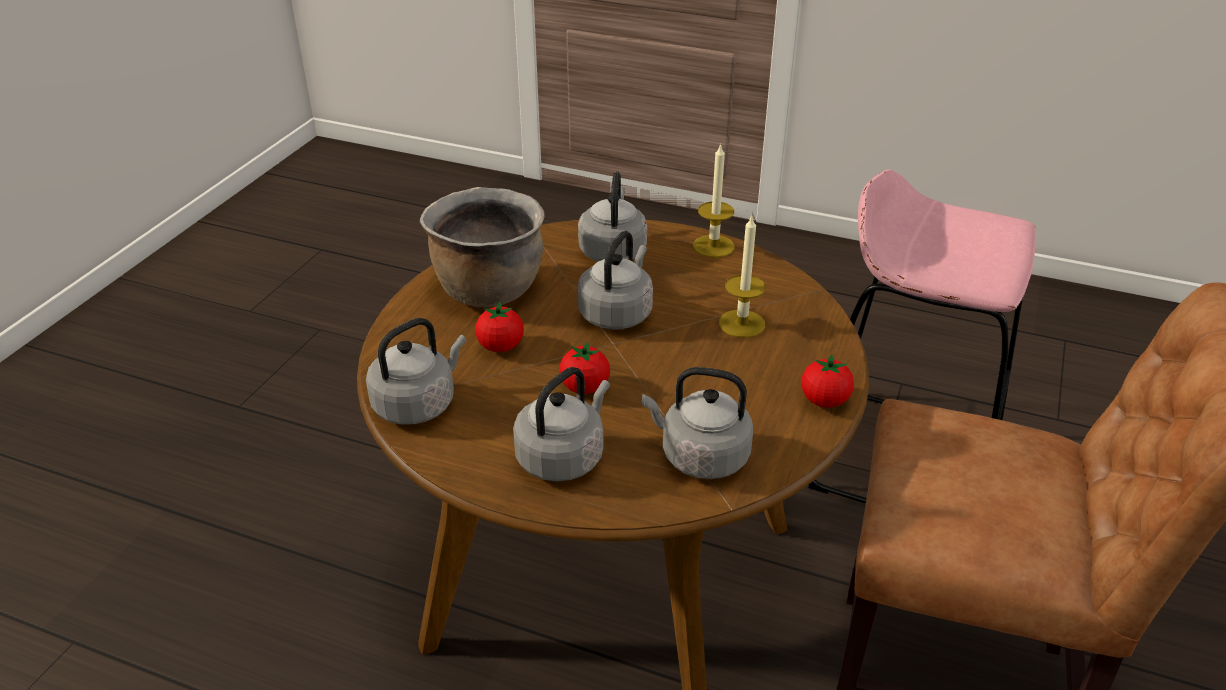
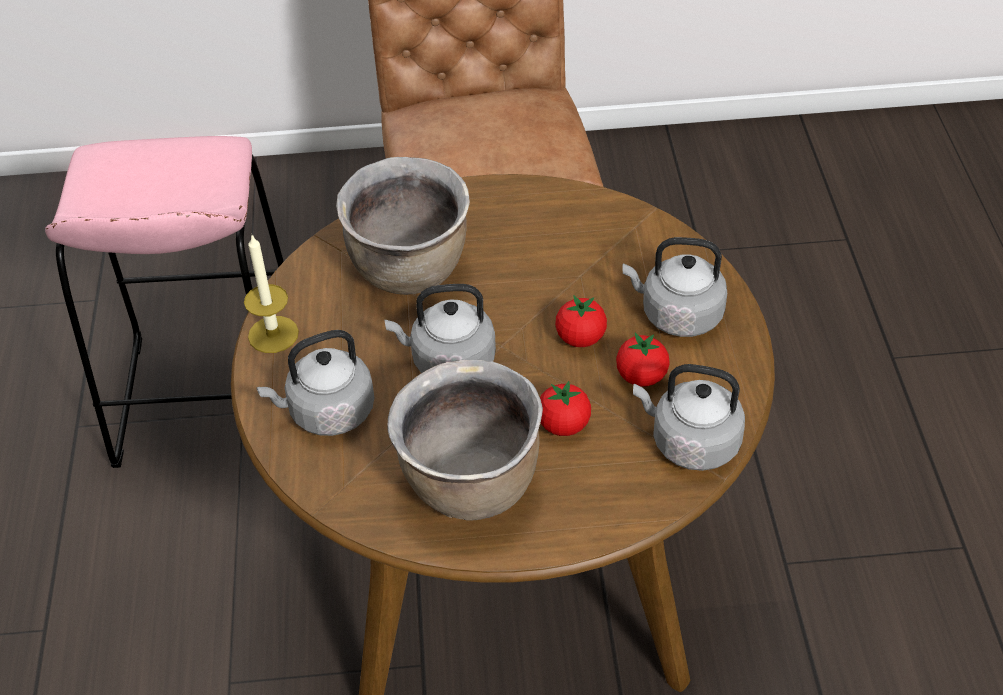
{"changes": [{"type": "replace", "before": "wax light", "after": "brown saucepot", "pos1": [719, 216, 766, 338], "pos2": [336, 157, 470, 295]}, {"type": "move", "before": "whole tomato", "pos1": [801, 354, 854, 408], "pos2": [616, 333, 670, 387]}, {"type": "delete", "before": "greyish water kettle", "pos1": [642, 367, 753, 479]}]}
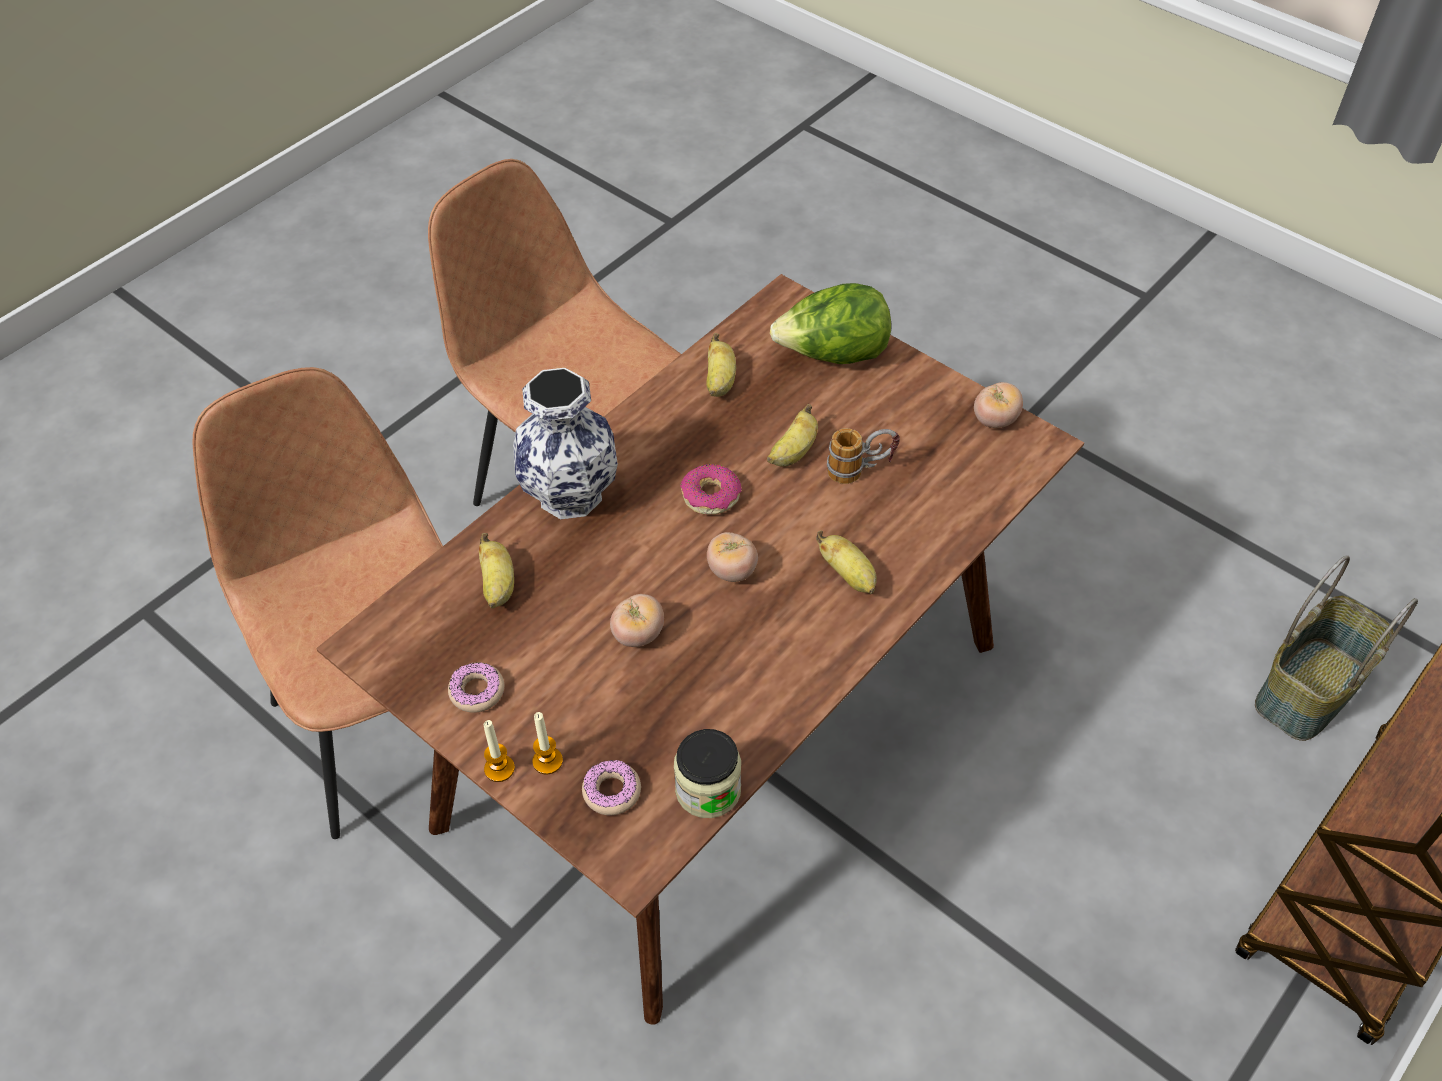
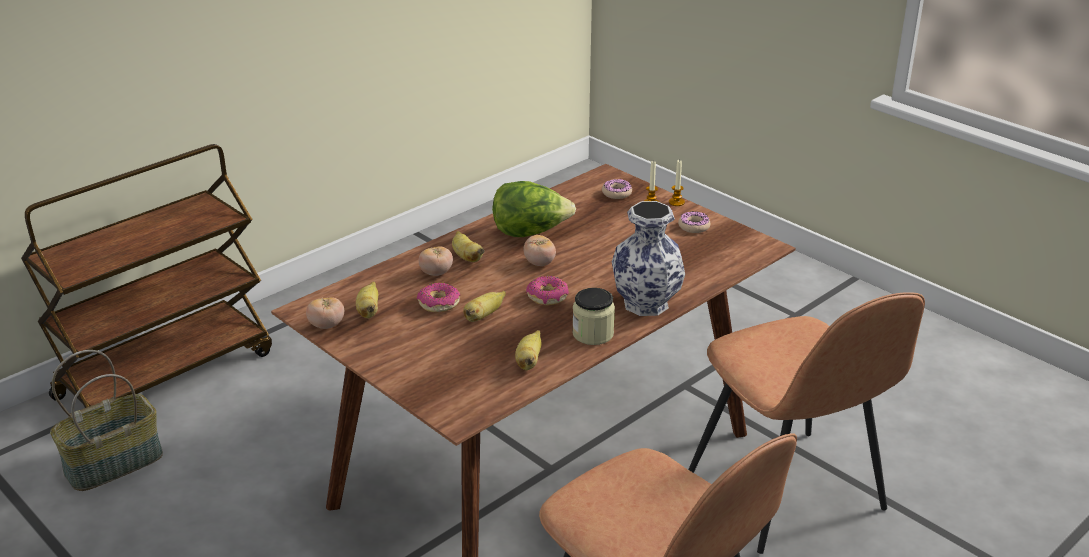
{"changes": [{"type": "move", "before": "lettuce head", "pos1": [770, 283, 891, 364], "pos2": [492, 181, 576, 237]}, {"type": "replace", "before": "mug", "after": "doughnut", "pos1": [827, 428, 900, 484], "pos2": [417, 283, 460, 312]}, {"type": "move", "before": "whole banana", "pos1": [479, 533, 514, 608], "pos2": [356, 281, 378, 318]}, {"type": "move", "before": "whole tomato", "pos1": [610, 594, 664, 647], "pos2": [419, 246, 453, 276]}, {"type": "move", "before": "preserve jar", "pos1": [674, 729, 741, 818], "pos2": [572, 288, 615, 345]}]}
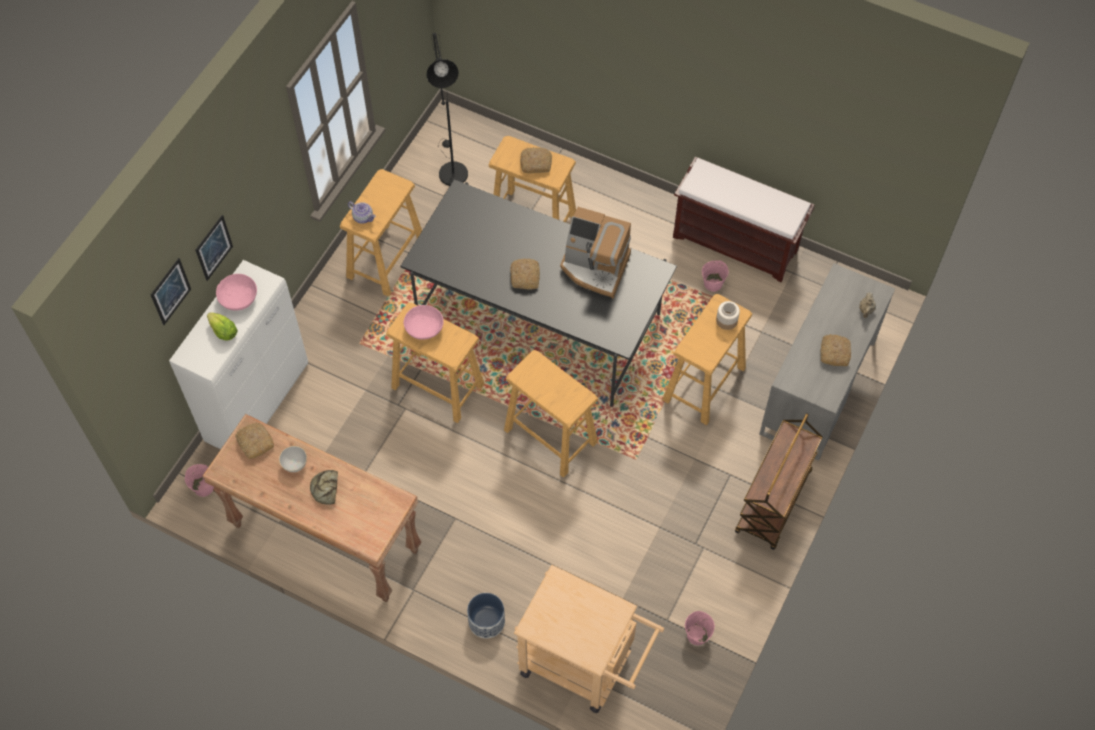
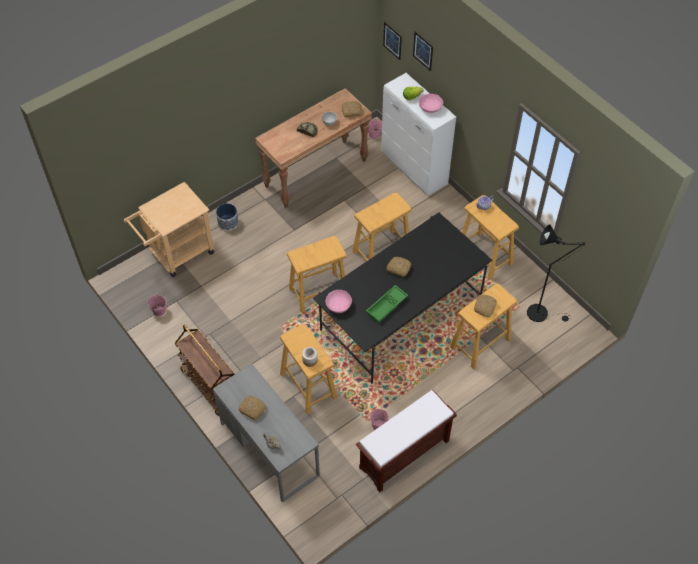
{"changes": [{"type": "replace", "before": "coffee maker", "after": "green-coloured carrying tray", "pos1": [560, 207, 631, 299], "pos2": [366, 285, 408, 323]}, {"type": "move", "before": "wall art", "pos1": [195, 215, 233, 281], "pos2": [383, 22, 402, 60]}, {"type": "move", "before": "pinkish deep dish", "pos1": [404, 305, 444, 340], "pos2": [326, 290, 352, 313]}]}
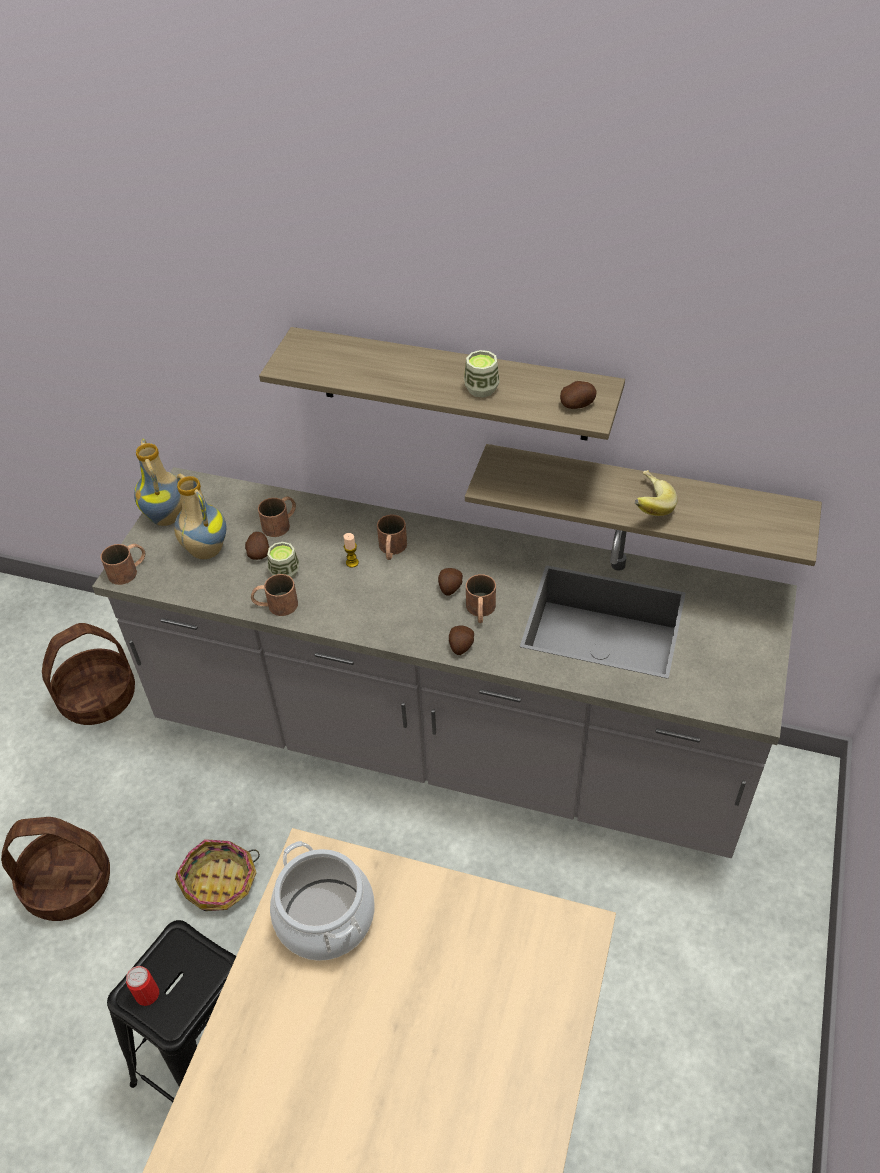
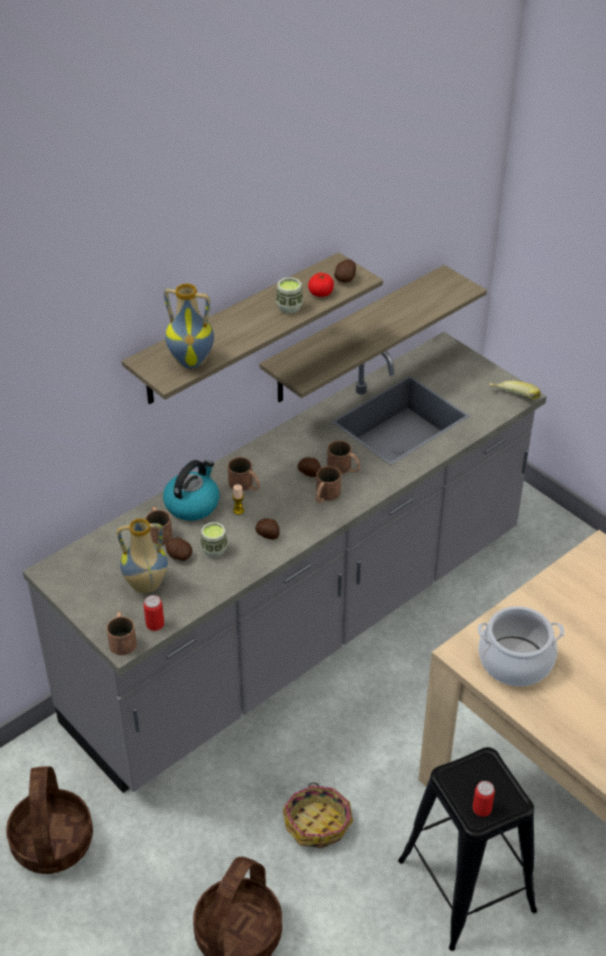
{"changes": [{"type": "move", "before": "flower vase", "pos1": [134, 439, 182, 526], "pos2": [164, 283, 214, 369]}, {"type": "move", "before": "whole banana", "pos1": [635, 470, 678, 516], "pos2": [489, 381, 540, 399]}, {"type": "move", "before": "brown mug", "pos1": [251, 574, 298, 616], "pos2": [316, 466, 341, 503]}, {"type": "move", "before": "whole potato", "pos1": [449, 626, 474, 655], "pos2": [255, 518, 280, 540]}, {"type": "insert", "after": "whole tomato", "pos2": [308, 273, 334, 297]}, {"type": "insert", "after": "water kettle", "pos2": [163, 460, 219, 521]}, {"type": "insert", "after": "metal can", "pos2": [144, 595, 164, 631]}]}
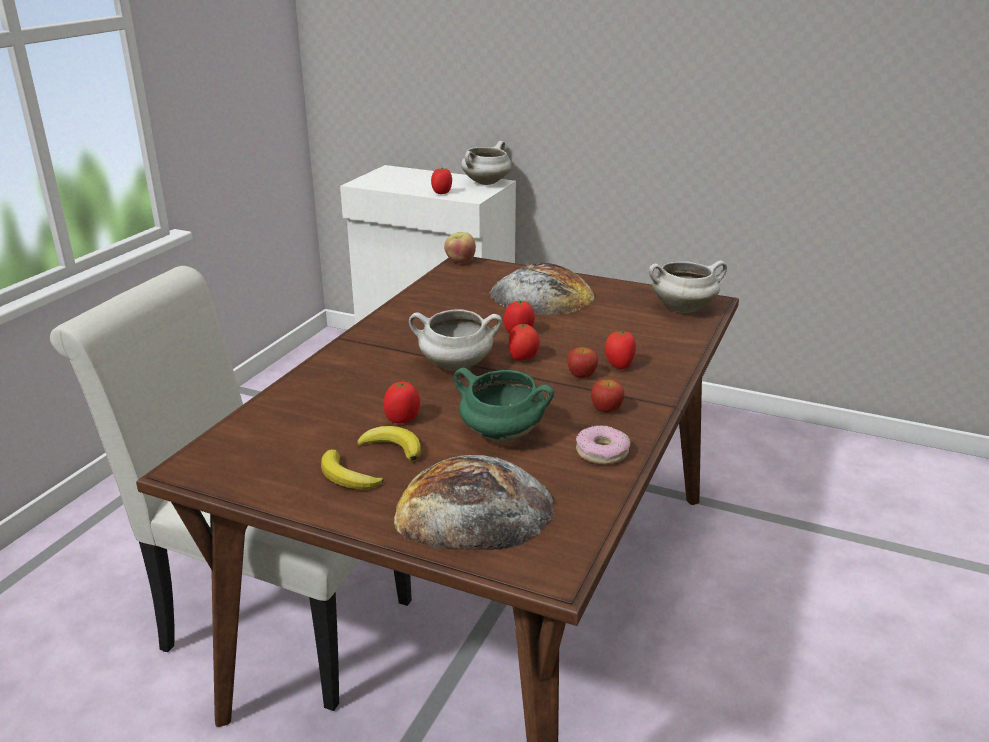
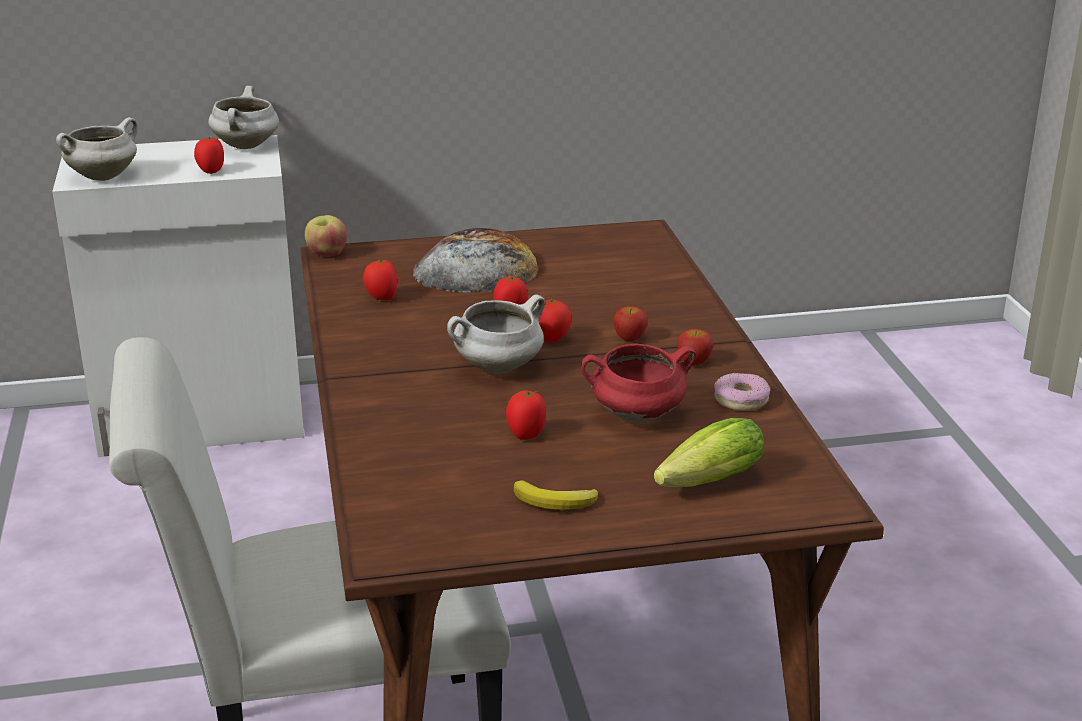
{"changes": [{"type": "move", "before": "white-coloured saucepot", "pos1": [649, 261, 727, 313], "pos2": [56, 117, 138, 181]}, {"type": "move", "before": "whole tomato", "pos1": [605, 330, 636, 369], "pos2": [363, 259, 397, 300]}, {"type": "recolor", "before": "green-coloured saucepot", "after": "red-coloured saucepot", "pos1": [454, 368, 554, 442], "pos2": [581, 343, 696, 423]}, {"type": "delete", "before": "whole banana", "pos1": [357, 426, 421, 461]}, {"type": "replace", "before": "baked bread", "after": "lettuce head", "pos1": [394, 455, 555, 551], "pos2": [654, 418, 764, 487]}]}
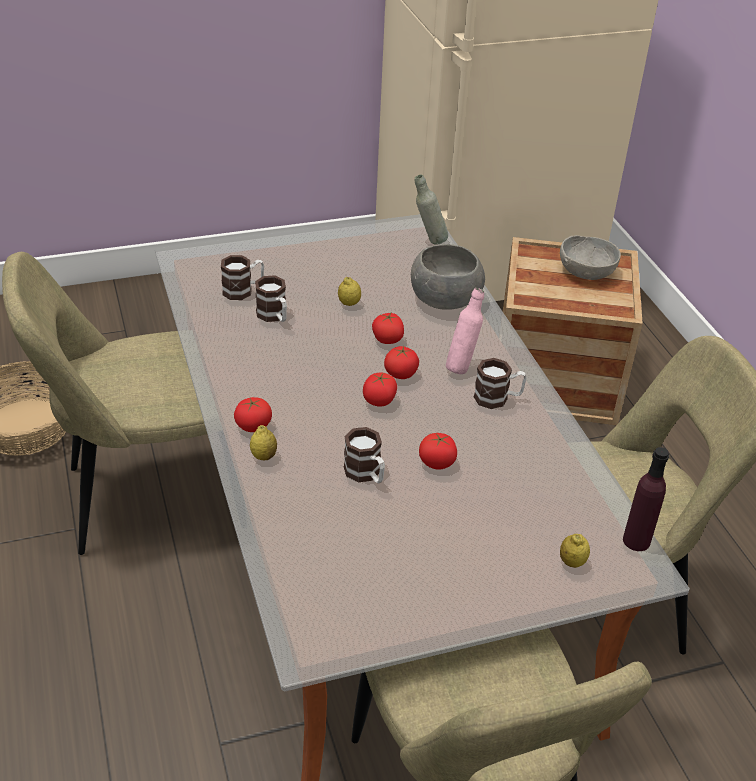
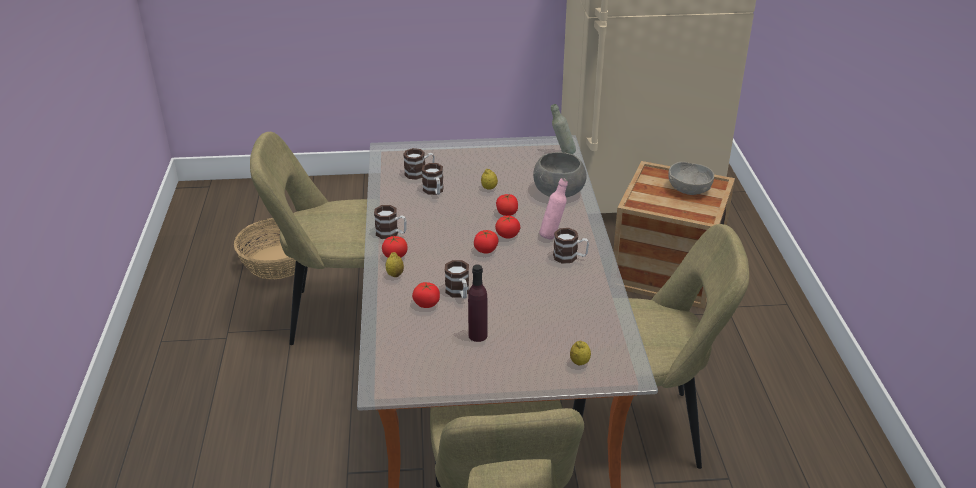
{"changes": [{"type": "move", "before": "whole tomato", "pos1": [419, 433, 457, 470], "pos2": [412, 282, 440, 308]}, {"type": "move", "before": "purple-coloured drink bottle", "pos1": [623, 447, 669, 551], "pos2": [468, 264, 488, 342]}, {"type": "insert", "after": "mug", "pos2": [374, 205, 407, 239]}]}
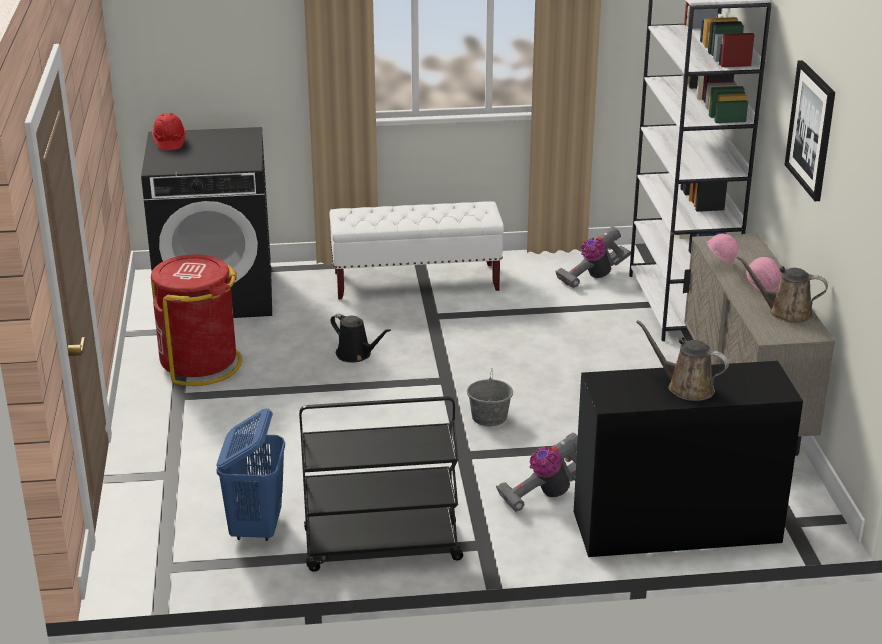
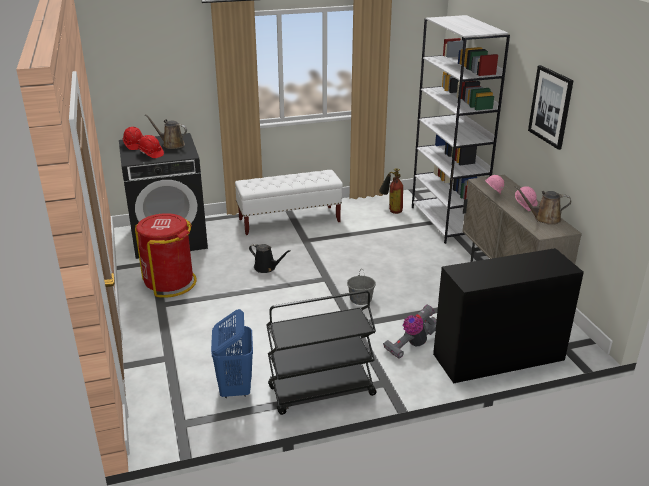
{"changes": [{"type": "replace", "before": "vacuum cleaner", "after": "extinguisher", "pos1": [555, 226, 631, 288], "pos2": [379, 168, 403, 214]}, {"type": "move", "before": "brown watering pot", "pos1": [636, 320, 729, 401], "pos2": [145, 114, 187, 149]}, {"type": "insert", "after": "red-coloured work helmet", "pos2": [138, 135, 164, 158]}]}
